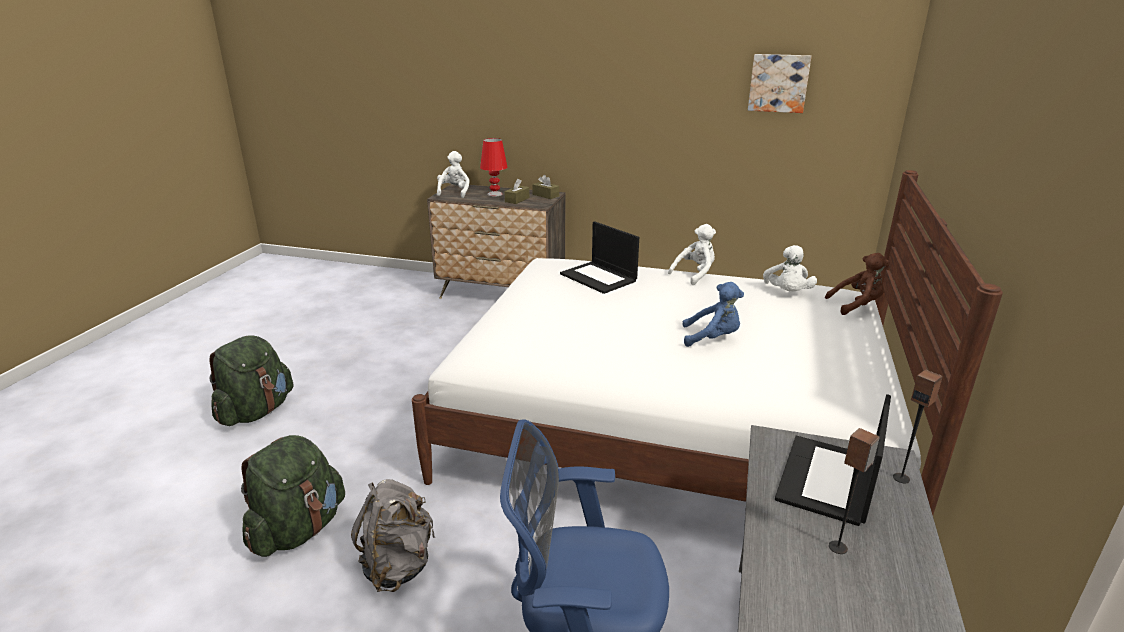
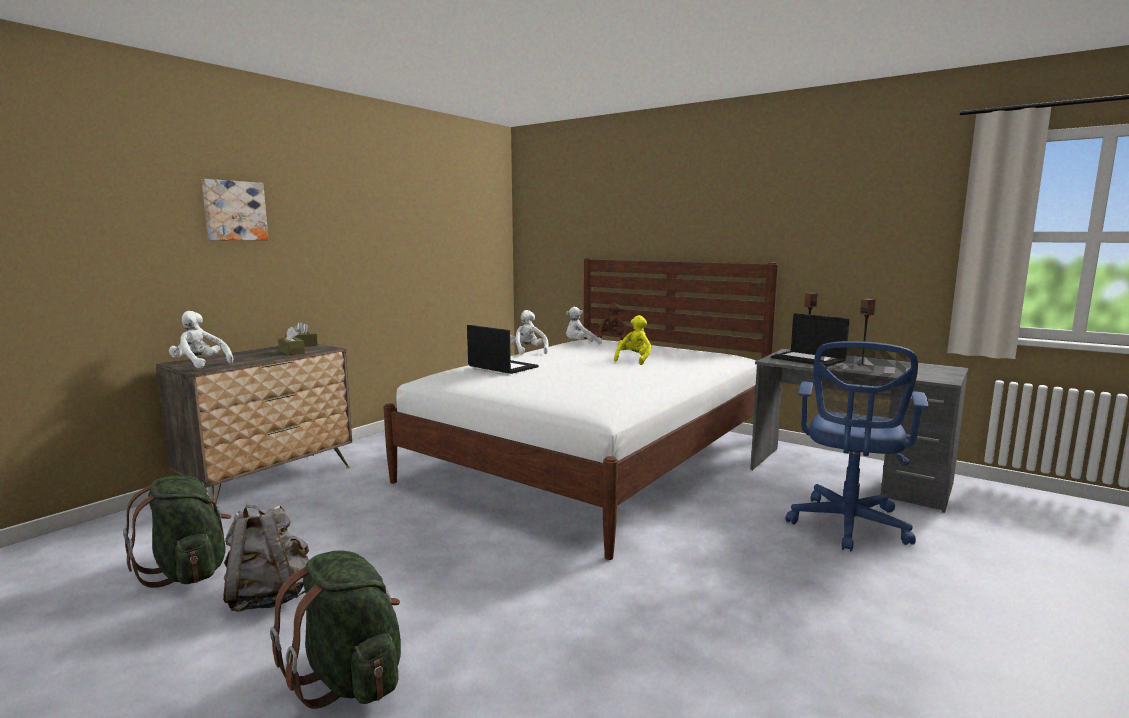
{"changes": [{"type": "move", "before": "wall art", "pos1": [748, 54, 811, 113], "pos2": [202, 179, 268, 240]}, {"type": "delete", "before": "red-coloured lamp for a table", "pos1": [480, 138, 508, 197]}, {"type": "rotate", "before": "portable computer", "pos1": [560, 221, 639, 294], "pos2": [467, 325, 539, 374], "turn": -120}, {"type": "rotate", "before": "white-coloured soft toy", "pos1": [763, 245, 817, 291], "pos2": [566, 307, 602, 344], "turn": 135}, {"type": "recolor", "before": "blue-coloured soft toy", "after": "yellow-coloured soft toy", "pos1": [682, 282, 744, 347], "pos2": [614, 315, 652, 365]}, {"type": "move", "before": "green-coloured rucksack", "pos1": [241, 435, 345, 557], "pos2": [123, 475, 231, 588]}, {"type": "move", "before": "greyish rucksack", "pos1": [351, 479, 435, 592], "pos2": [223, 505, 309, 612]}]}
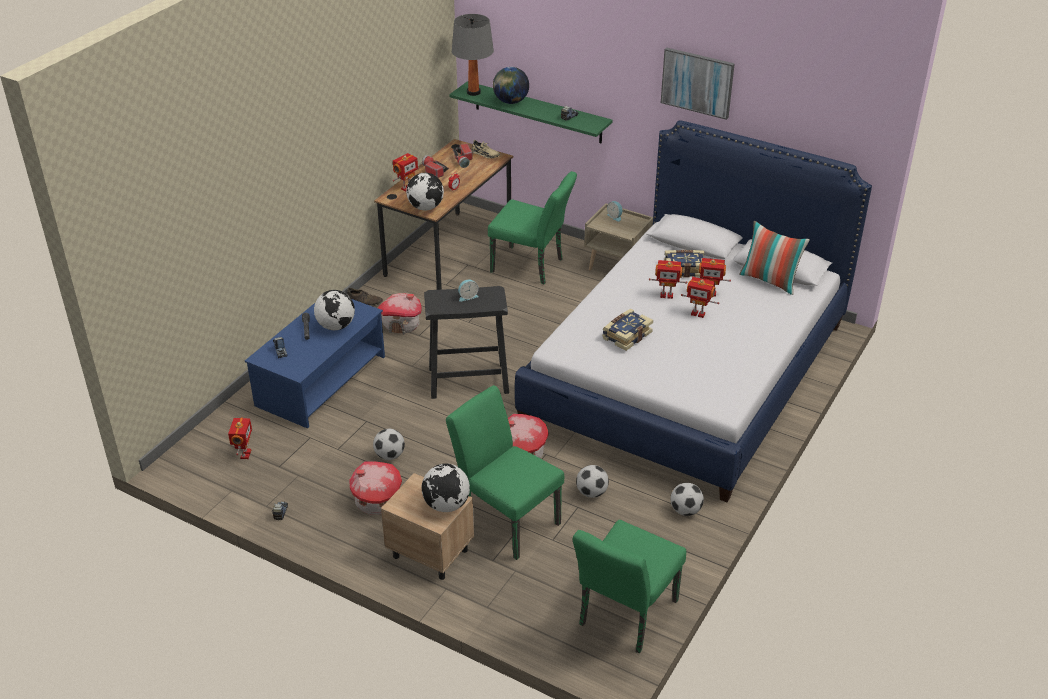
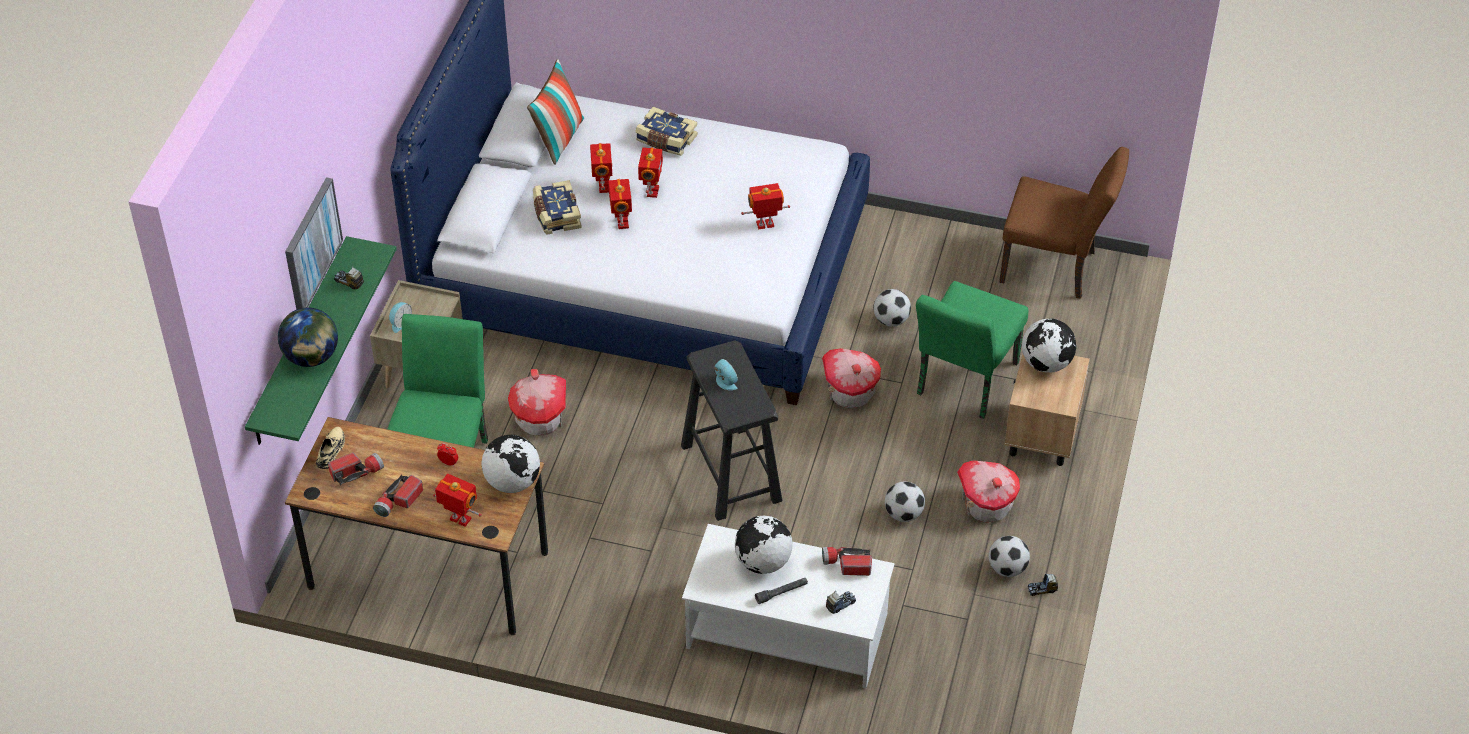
{"changes": [{"type": "delete", "before": "greyish lamp for a table", "pos1": [452, 14, 494, 96]}, {"type": "move", "before": "wall art", "pos1": [661, 48, 735, 120], "pos2": [285, 177, 343, 310]}, {"type": "delete", "before": "brown shoe", "pos1": [347, 288, 383, 306]}, {"type": "move", "before": "toy house", "pos1": [377, 293, 422, 335], "pos2": [508, 369, 566, 436]}, {"type": "recolor", "before": "blue-coloured low table", "after": "white-coloured low table", "pos1": [245, 299, 385, 429], "pos2": [682, 524, 894, 688]}, {"type": "move", "before": "book", "pos1": [602, 309, 653, 351], "pos2": [635, 107, 697, 156]}, {"type": "move", "before": "toy robot", "pos1": [228, 418, 252, 459], "pos2": [741, 183, 790, 230]}, {"type": "move", "before": "football", "pos1": [670, 483, 704, 516], "pos2": [989, 536, 1030, 577]}, {"type": "recolor", "before": "green-coloured upright chair", "after": "brown upright chair", "pos1": [573, 520, 686, 653], "pos2": [999, 147, 1129, 299]}, {"type": "insert", "after": "torch", "pos2": [822, 547, 872, 576]}]}
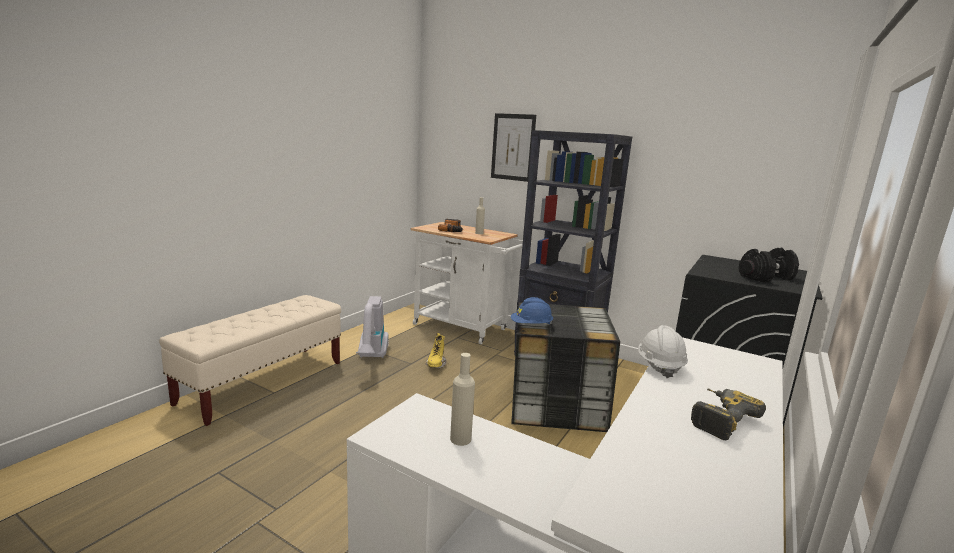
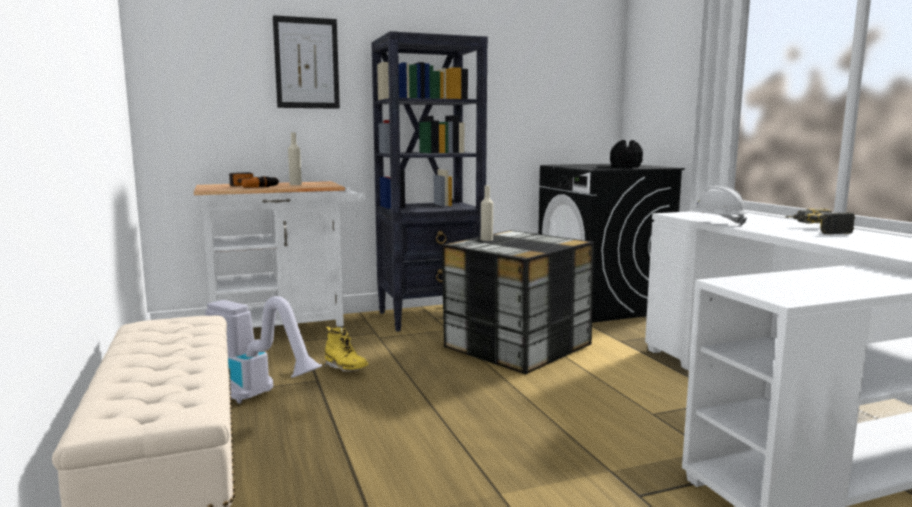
{"changes": [{"type": "delete", "before": "blue-coloured work helmet", "pos1": [511, 297, 553, 325]}, {"type": "move", "before": "beige-coloured drink bottle", "pos1": [450, 353, 475, 446], "pos2": [481, 186, 493, 241]}]}
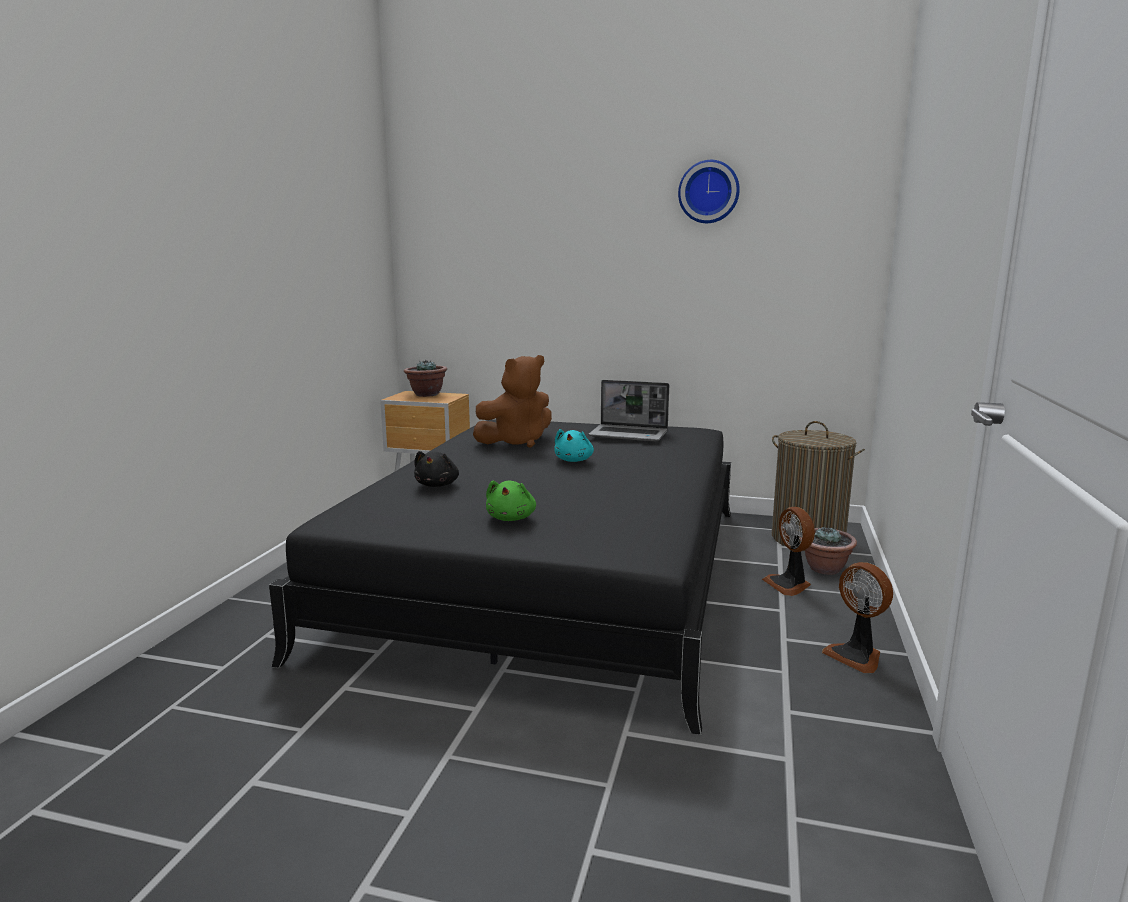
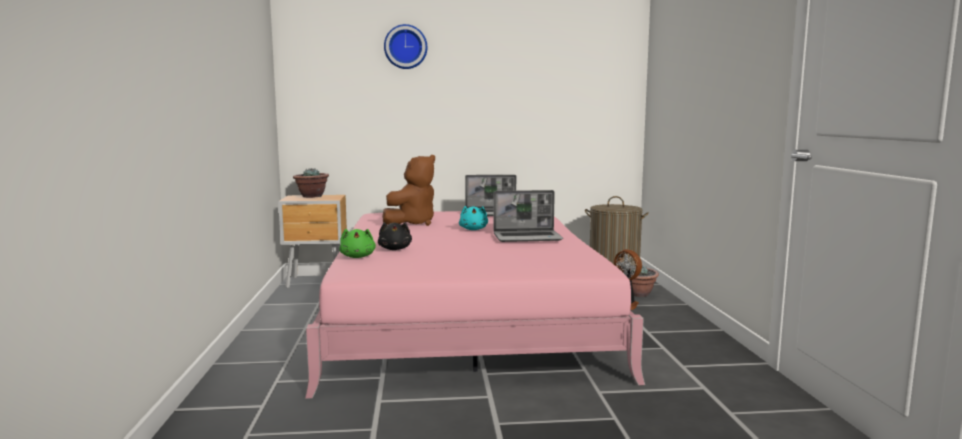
{"changes": [{"type": "move", "before": "wall clock", "pos1": [678, 160, 740, 223], "pos2": [384, 24, 427, 69]}, {"type": "recolor", "before": "black-coloured sleeping bed", "after": "pinkish sleeping bed", "pos1": [269, 420, 731, 735], "pos2": [305, 211, 645, 399]}, {"type": "move", "before": "green-coloured soft toy", "pos1": [486, 480, 536, 521], "pos2": [339, 229, 376, 258]}, {"type": "delete", "before": "cooling fan", "pos1": [822, 562, 893, 673]}, {"type": "insert", "after": "portable computer", "pos2": [493, 190, 563, 242]}]}
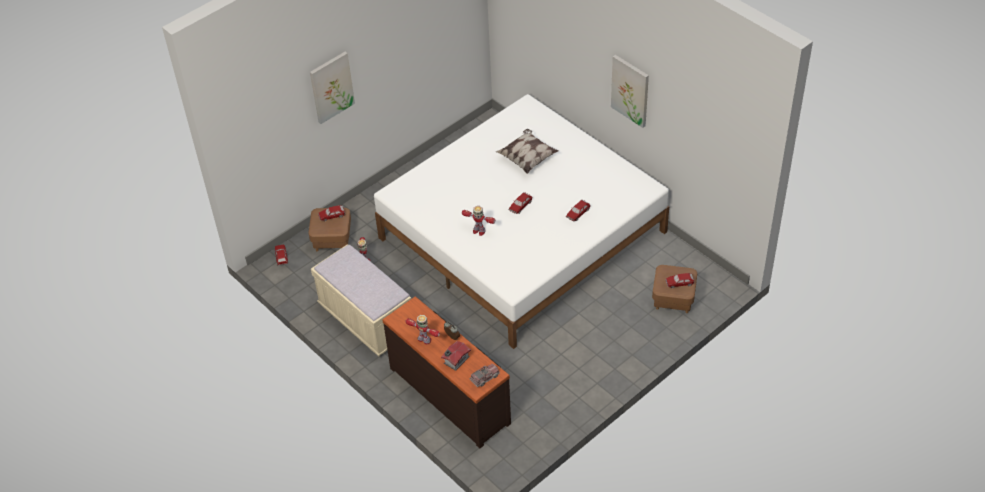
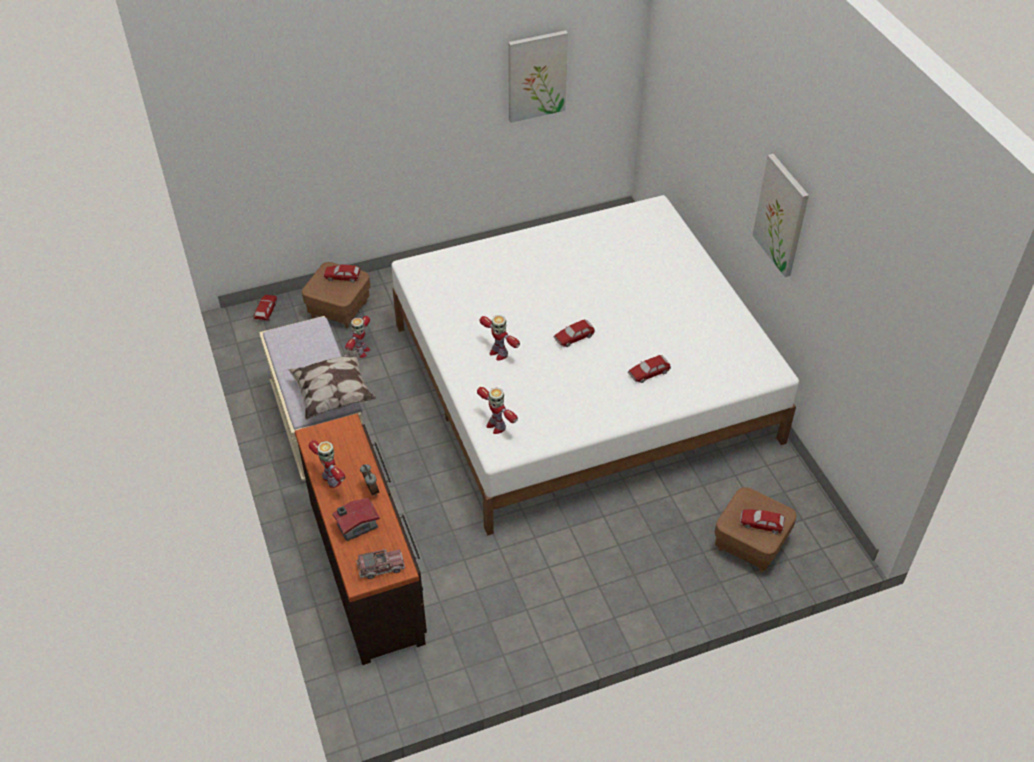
{"changes": [{"type": "move", "before": "wall art", "pos1": [310, 52, 355, 124], "pos2": [508, 30, 568, 123]}, {"type": "move", "before": "pillow", "pos1": [496, 129, 559, 174], "pos2": [288, 349, 377, 420]}, {"type": "insert", "after": "toy robot", "pos2": [477, 387, 518, 434]}]}
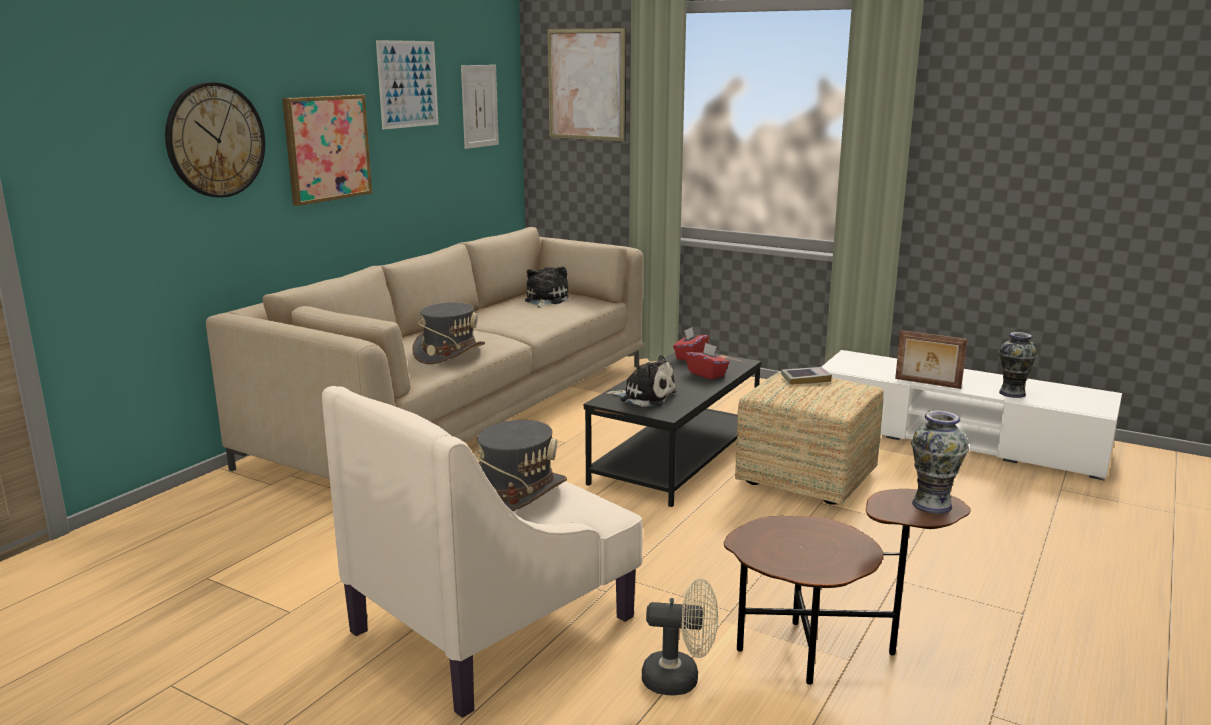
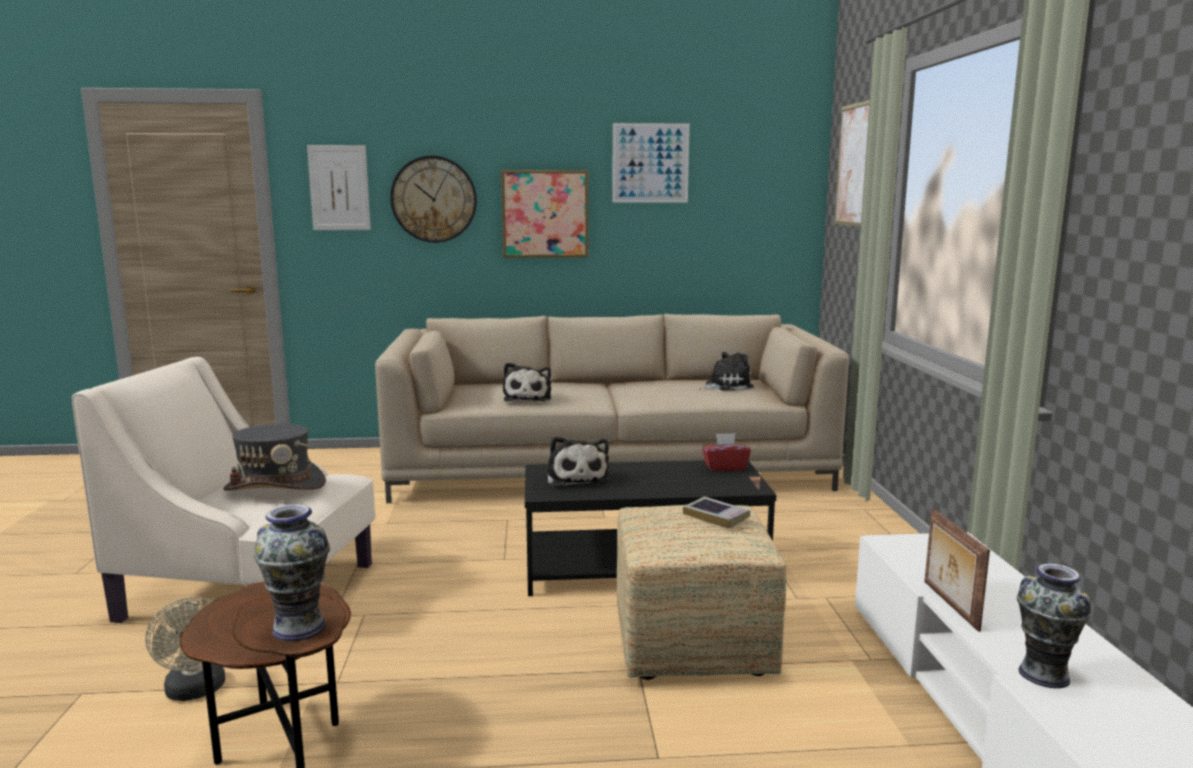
{"changes": [{"type": "move", "before": "wall art", "pos1": [461, 65, 499, 149], "pos2": [307, 145, 371, 230]}, {"type": "replace", "before": "greyish hat", "after": "soft toy", "pos1": [412, 303, 485, 364], "pos2": [503, 362, 551, 402]}, {"type": "delete", "before": "red-coloured tissue box", "pos1": [686, 343, 729, 380]}]}
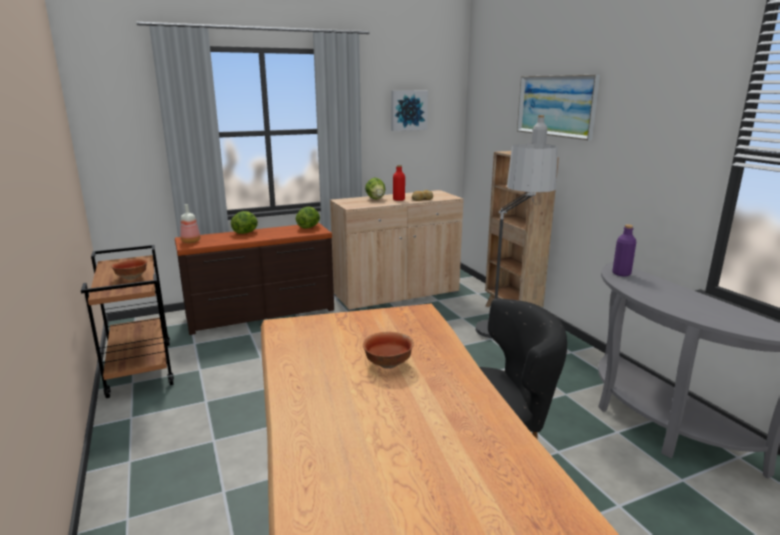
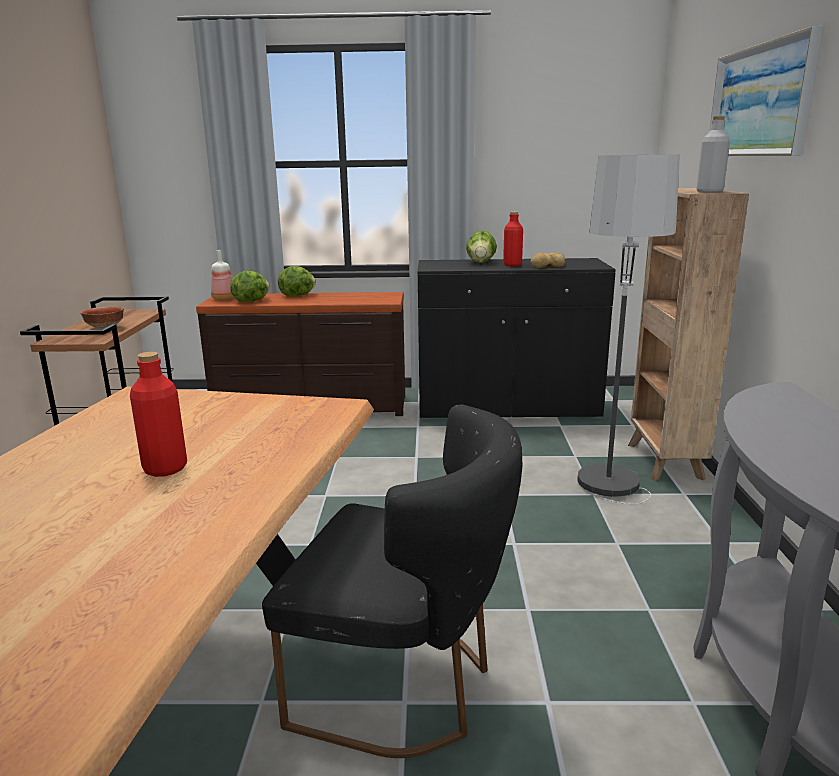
{"changes": [{"type": "delete", "before": "wall art", "pos1": [391, 91, 428, 131]}, {"type": "recolor", "before": "beige-coloured cupboard", "after": "black-coloured cupboard", "pos1": [330, 190, 463, 311], "pos2": [417, 258, 616, 420]}, {"type": "move", "before": "lettuce head", "pos1": [296, 207, 320, 228], "pos2": [230, 271, 270, 302]}, {"type": "delete", "before": "purple-coloured drink bottle", "pos1": [612, 225, 636, 276]}, {"type": "replace", "before": "deep dish", "after": "red-coloured drink bottle", "pos1": [363, 332, 414, 369], "pos2": [130, 352, 187, 477]}]}
